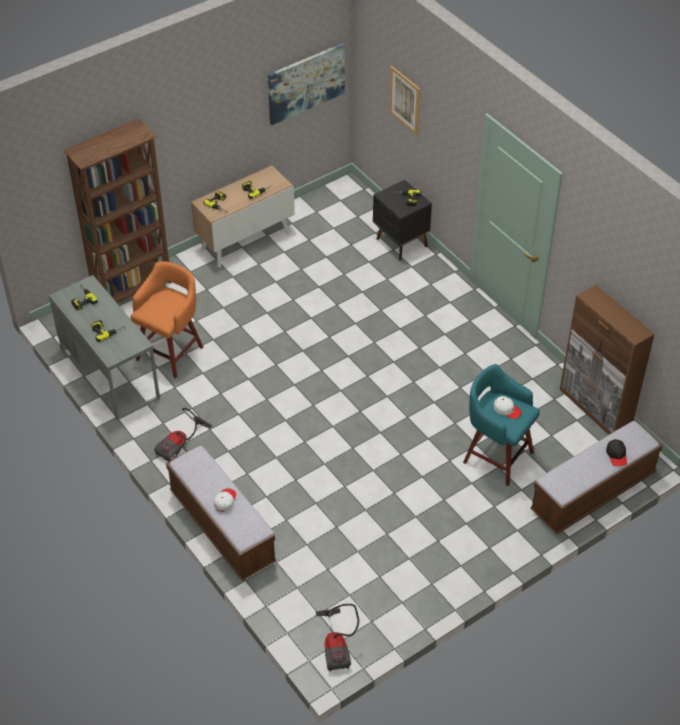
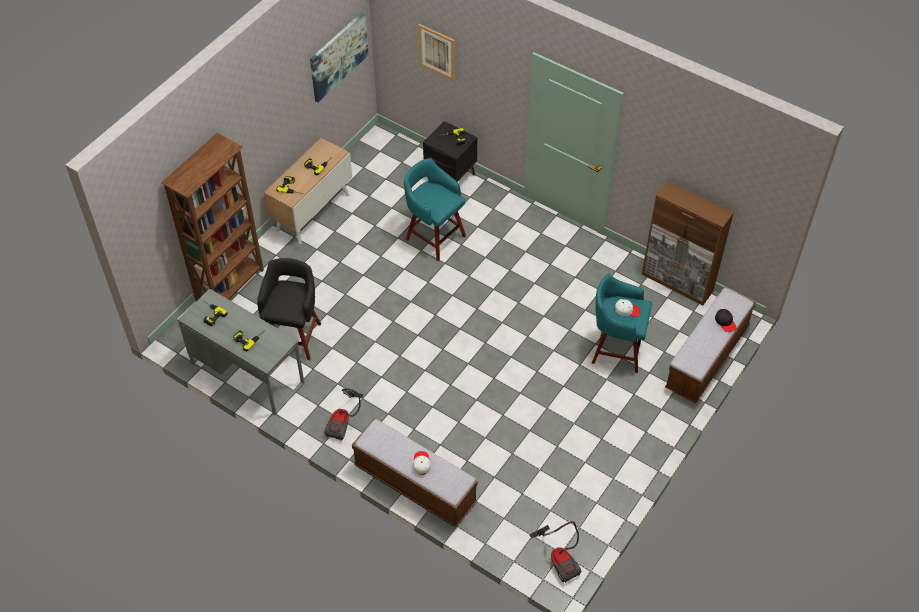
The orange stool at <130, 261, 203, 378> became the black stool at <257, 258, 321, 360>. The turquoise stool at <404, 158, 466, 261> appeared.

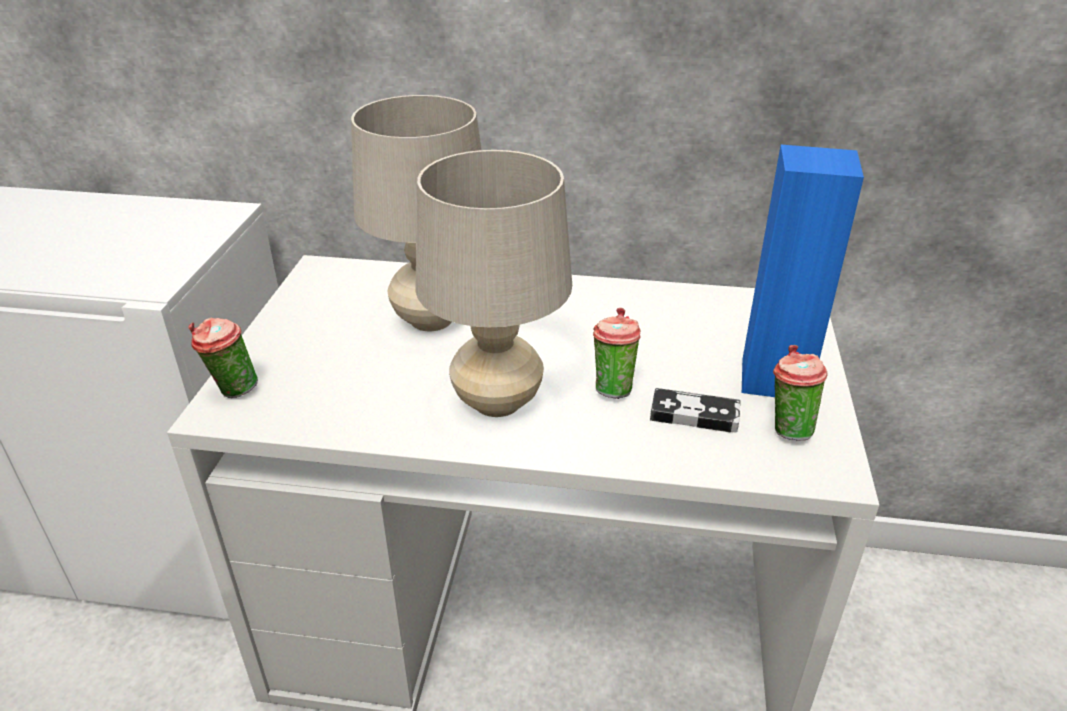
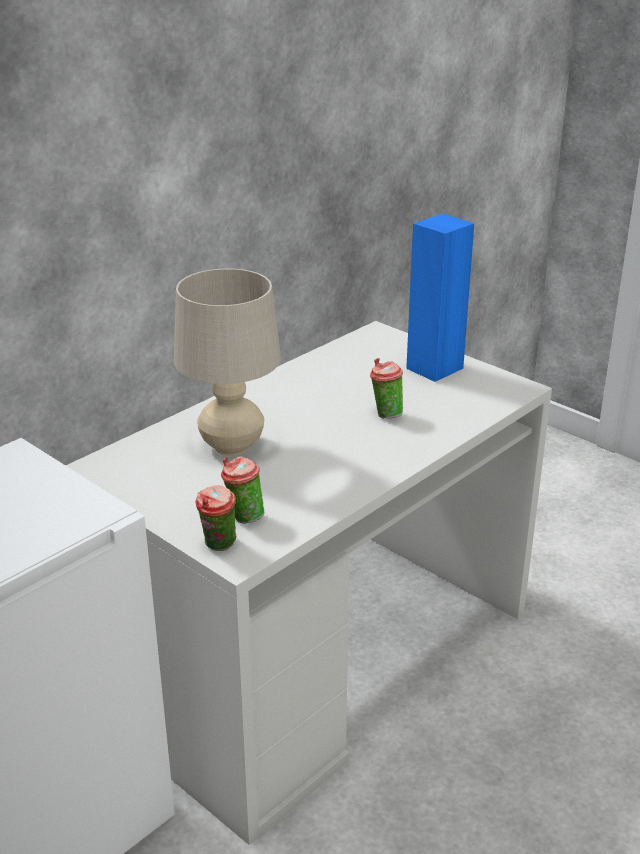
The cup moved from <773, 345, 827, 441> to <221, 456, 264, 524>. The beige table lamp at <415, 150, 572, 417> disappeared. The game controller at <650, 388, 741, 433> disappeared.

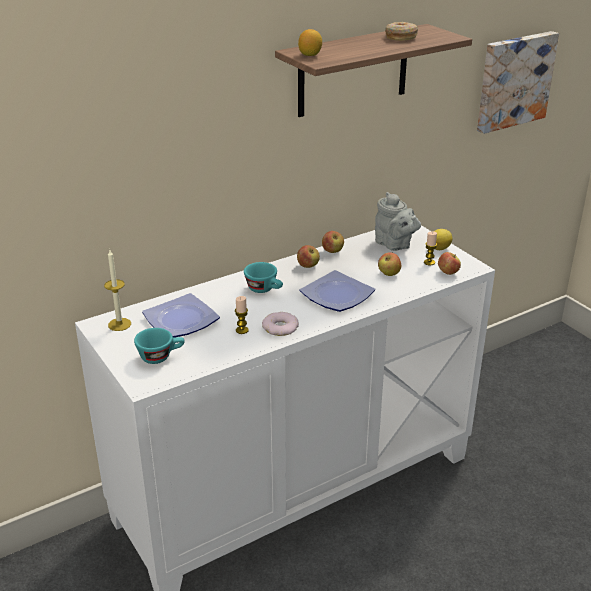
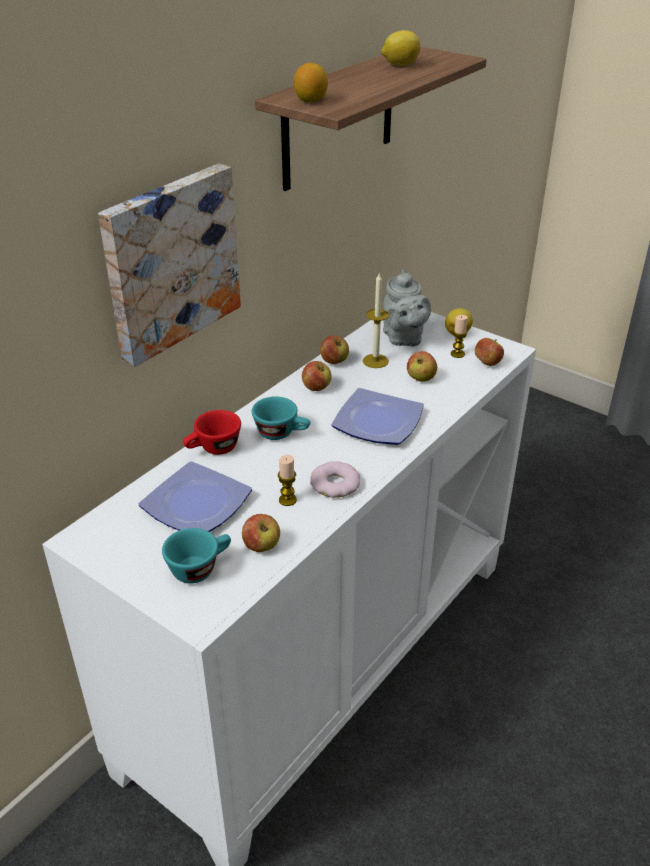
The picture moved from <477, 31, 559, 134> to <98, 164, 241, 367>. The red cup at <183, 410, 241, 455> appeared. The apple at <242, 514, 280, 552> appeared. The candle moved from <104, 250, 131, 331> to <363, 272, 389, 368>. The donut at <385, 22, 418, 41> was replaced by the lemon at <381, 30, 420, 66>. The grey teapot at <375, 192, 421, 251> turned 45 degrees clockwise.

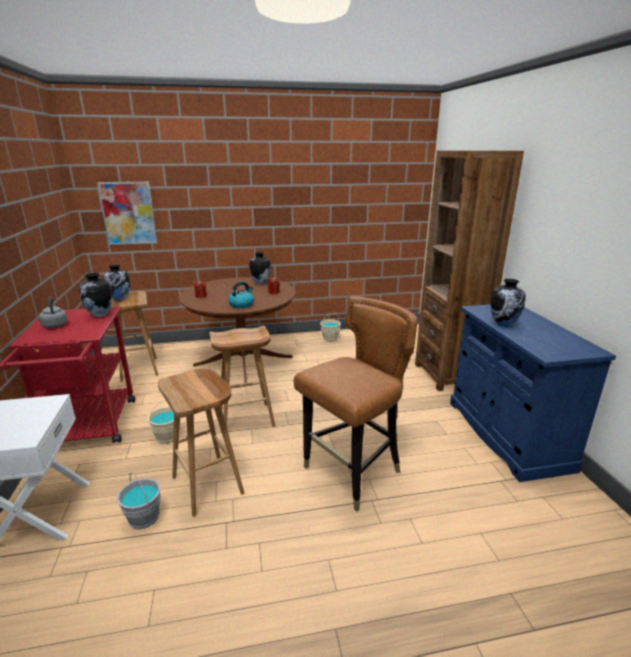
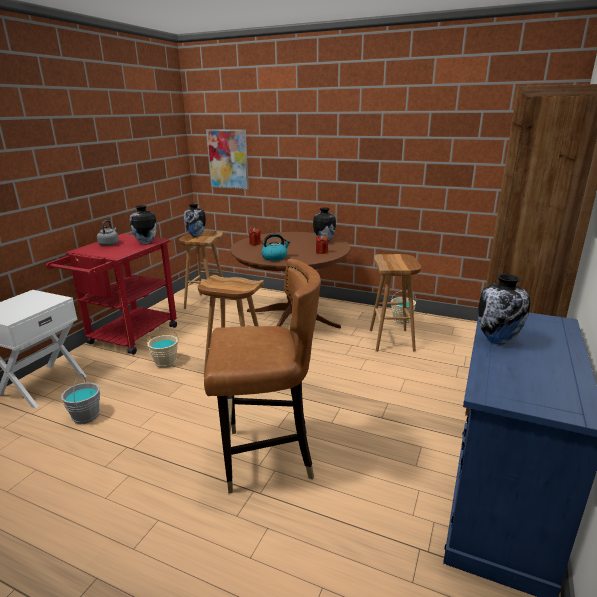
The brown stool moved from <158, 369, 244, 517> to <370, 254, 421, 352>.

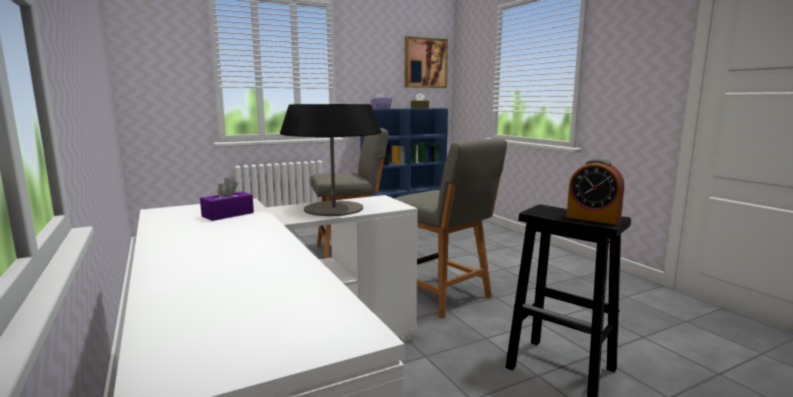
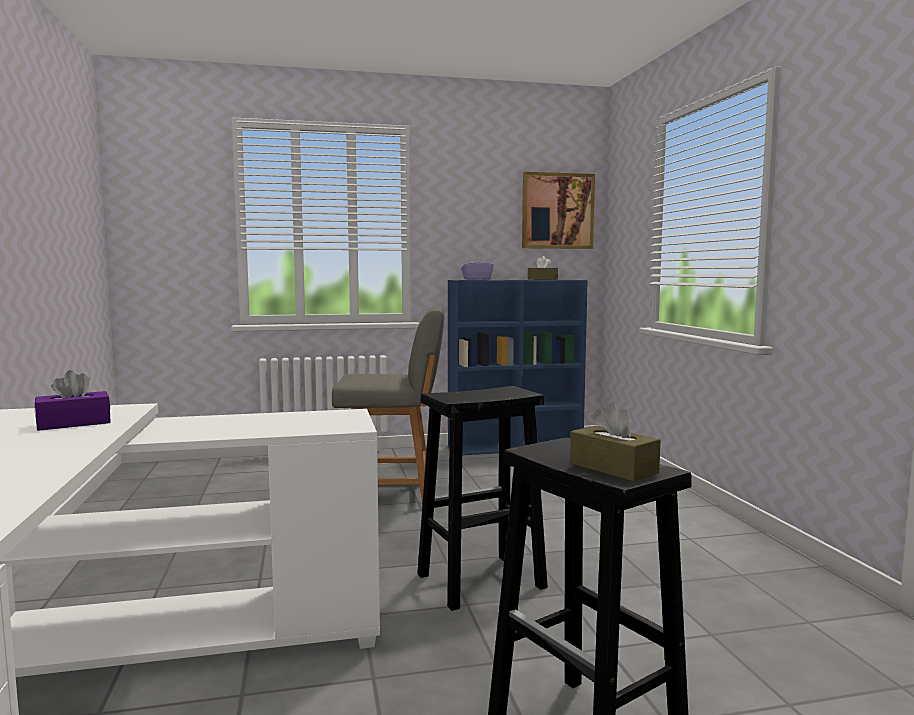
The grey chair at <394, 138, 507, 319> was replaced by the black stool at <417, 386, 548, 611>. The alarm clock at <566, 159, 624, 225> was replaced by the brown tissue box at <570, 402, 661, 482>. The table lamp at <280, 104, 382, 216> disappeared.

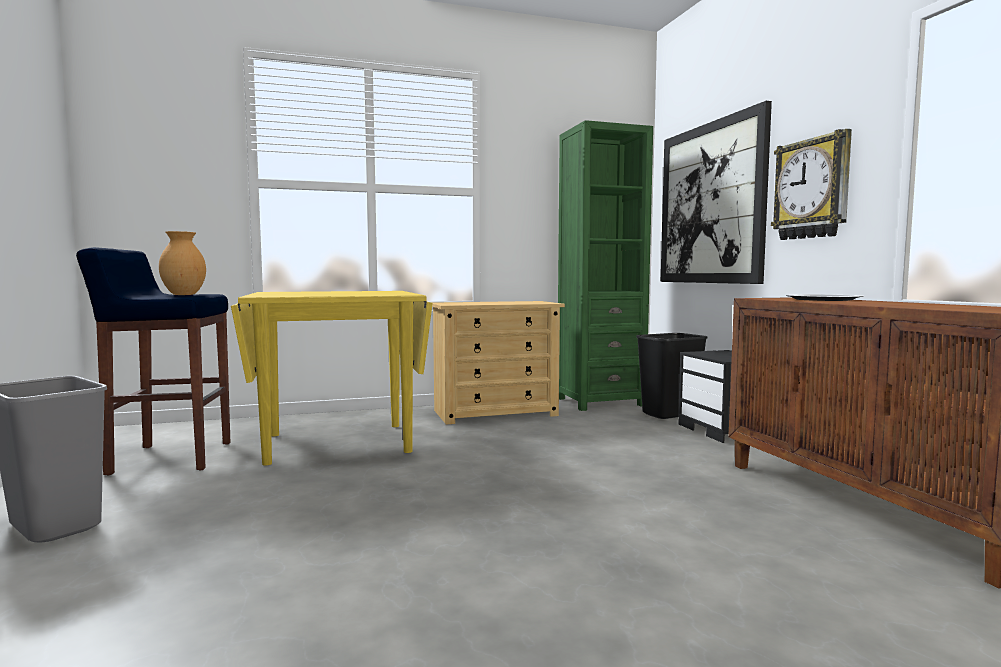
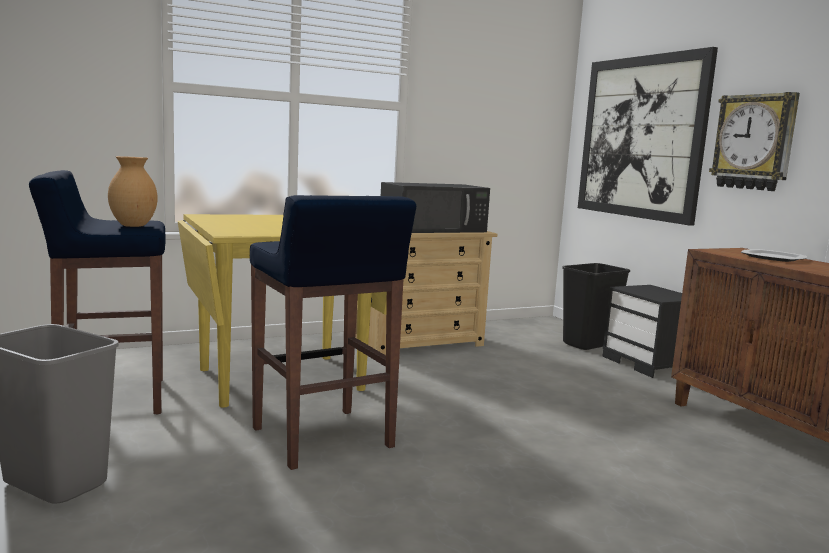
The blue stool at <250, 195, 416, 470> appeared. The black microwave at <381, 182, 490, 233> appeared. The green bookcase at <558, 120, 653, 411> disappeared.

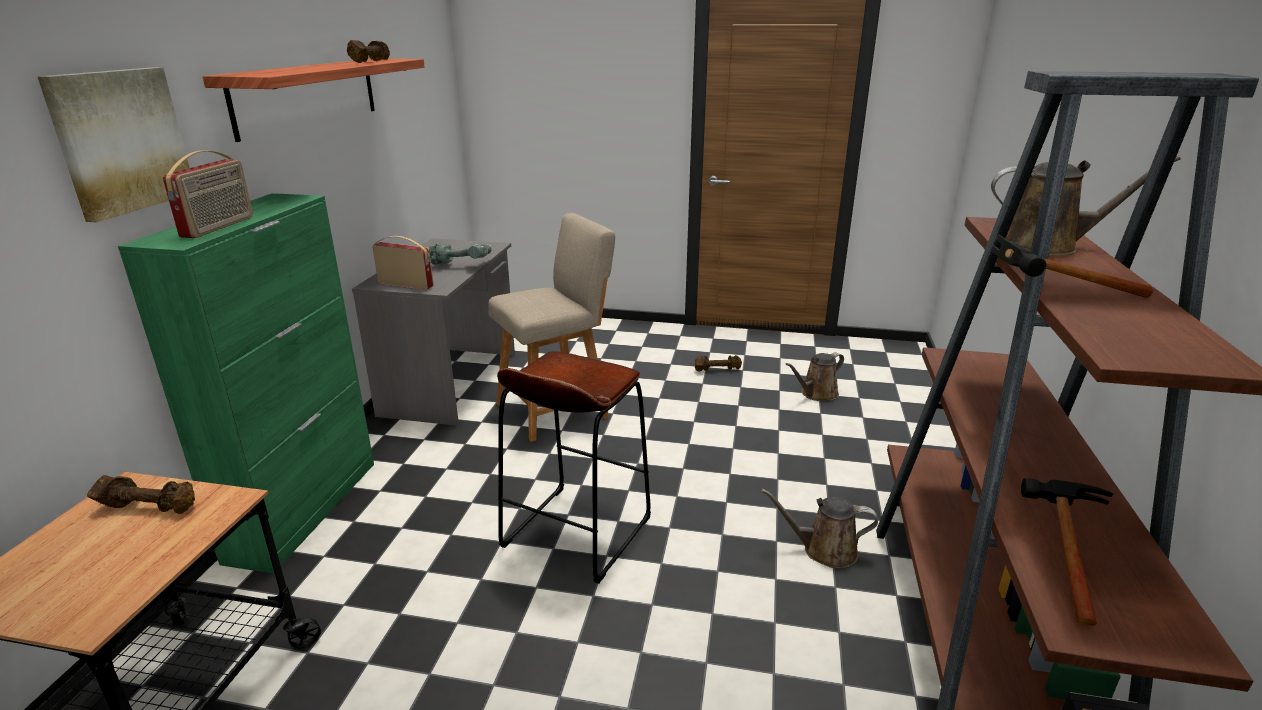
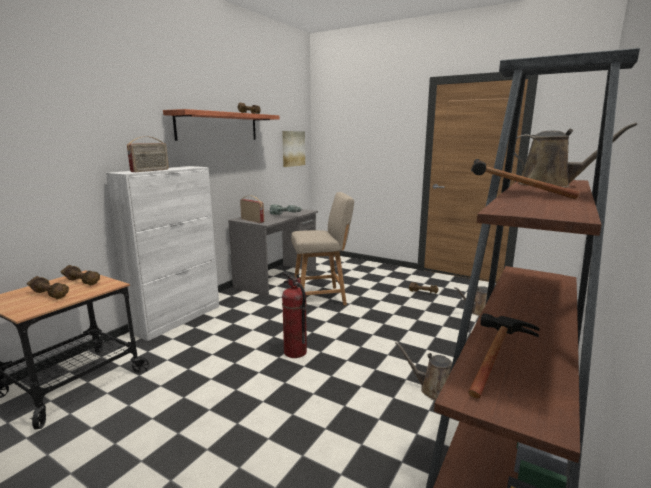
The brown dumbbell at <27, 276, 69, 299> appeared. The green cabinet at <118, 193, 374, 574> became the white cabinet at <106, 166, 219, 341>. The picture moved from <38, 67, 189, 222> to <282, 131, 305, 167>. The brown stool at <497, 351, 651, 584> was replaced by the fire extinguisher at <282, 272, 307, 358>.

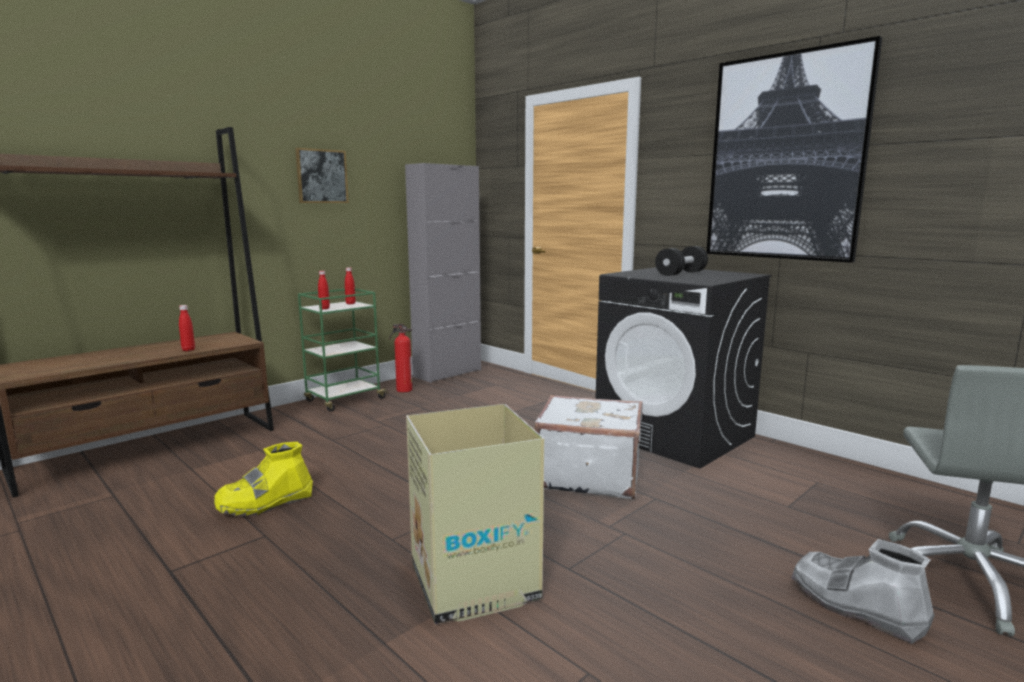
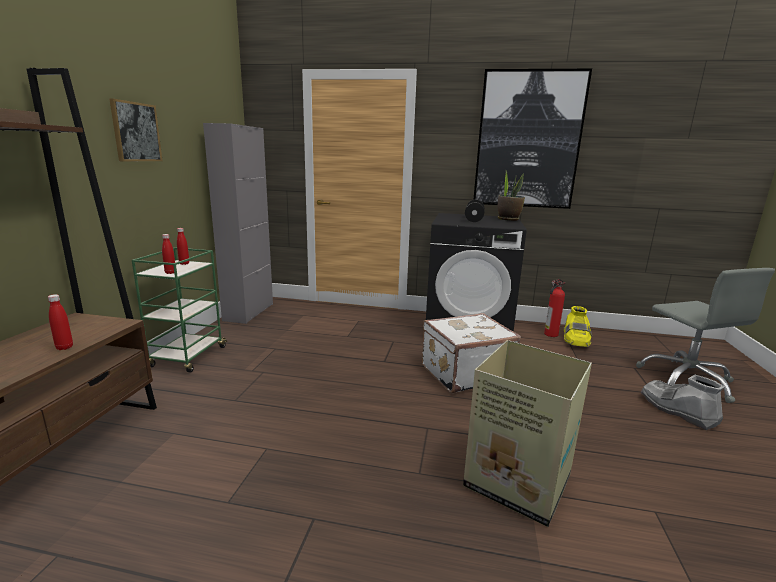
The potted plant at <498, 169, 525, 221> appeared. The fire extinguisher moved from <389, 324, 412, 392> to <544, 279, 566, 337>. The yellow boot moved from <214, 442, 313, 516> to <564, 306, 592, 347>. The grey boot at <791, 539, 935, 644> turned 45 degrees clockwise.

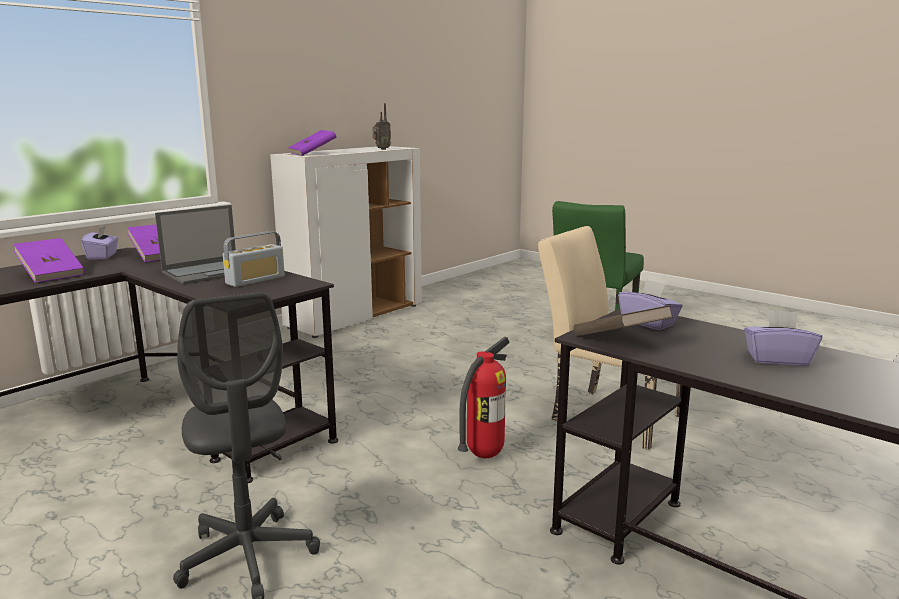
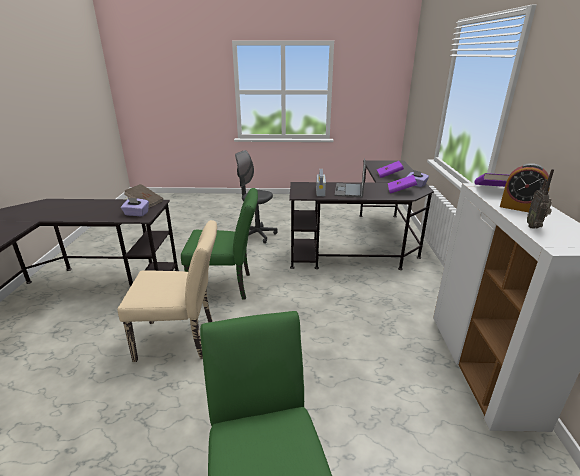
The fire extinguisher at <458, 337, 510, 458> was replaced by the green chair at <181, 188, 258, 300>. The alarm clock at <500, 163, 550, 212> appeared. The purple tissue box at <744, 310, 822, 366> disappeared.

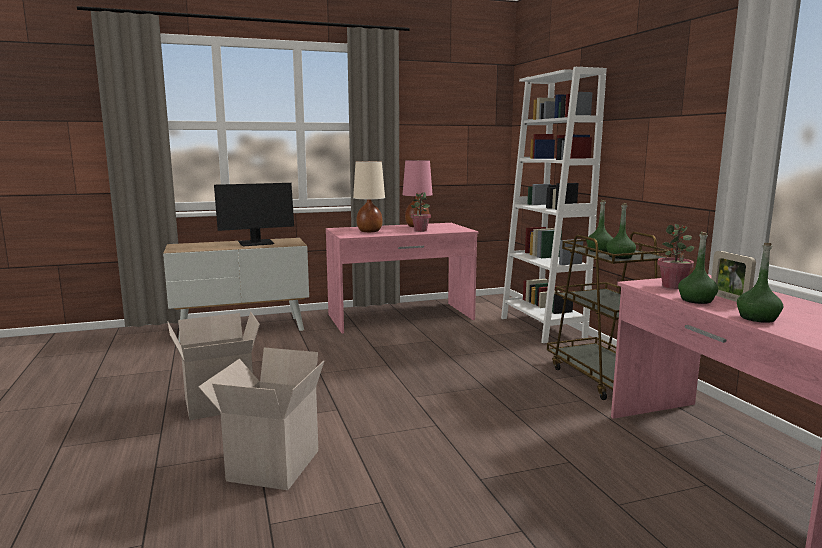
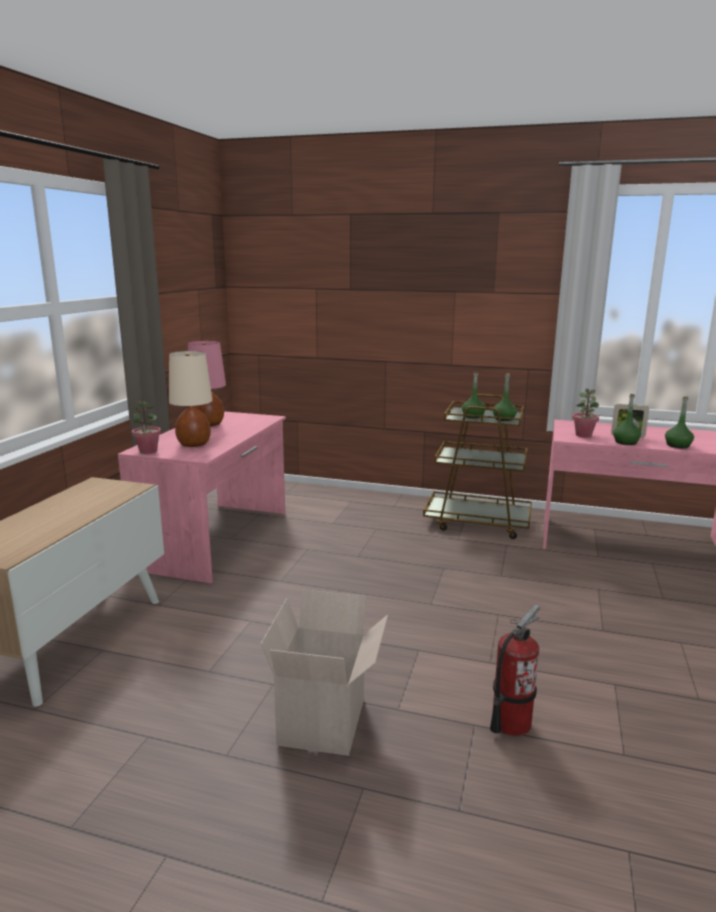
The potted plant moved from <411, 192, 431, 232> to <132, 398, 161, 454>. The cardboard box at <198, 348, 325, 490> was replaced by the fire extinguisher at <490, 605, 540, 736>. The monitor at <214, 183, 294, 246> disappeared. The white bookcase at <501, 67, 607, 343> disappeared.

